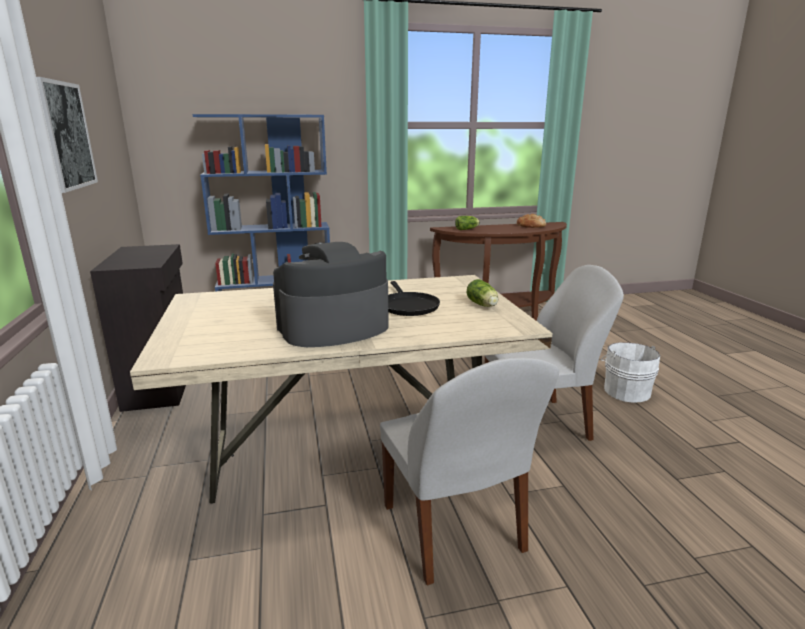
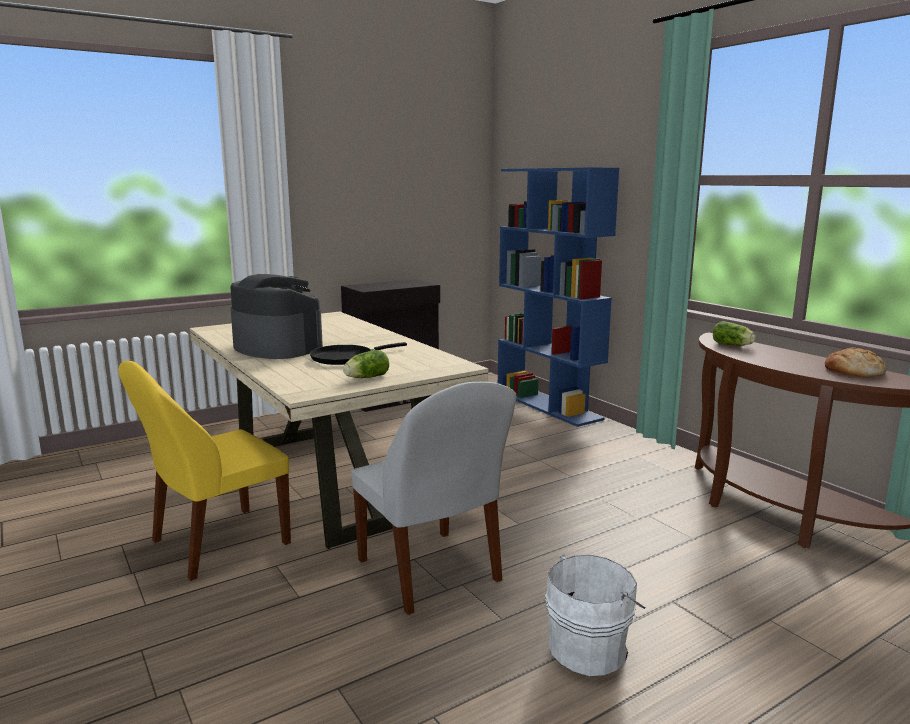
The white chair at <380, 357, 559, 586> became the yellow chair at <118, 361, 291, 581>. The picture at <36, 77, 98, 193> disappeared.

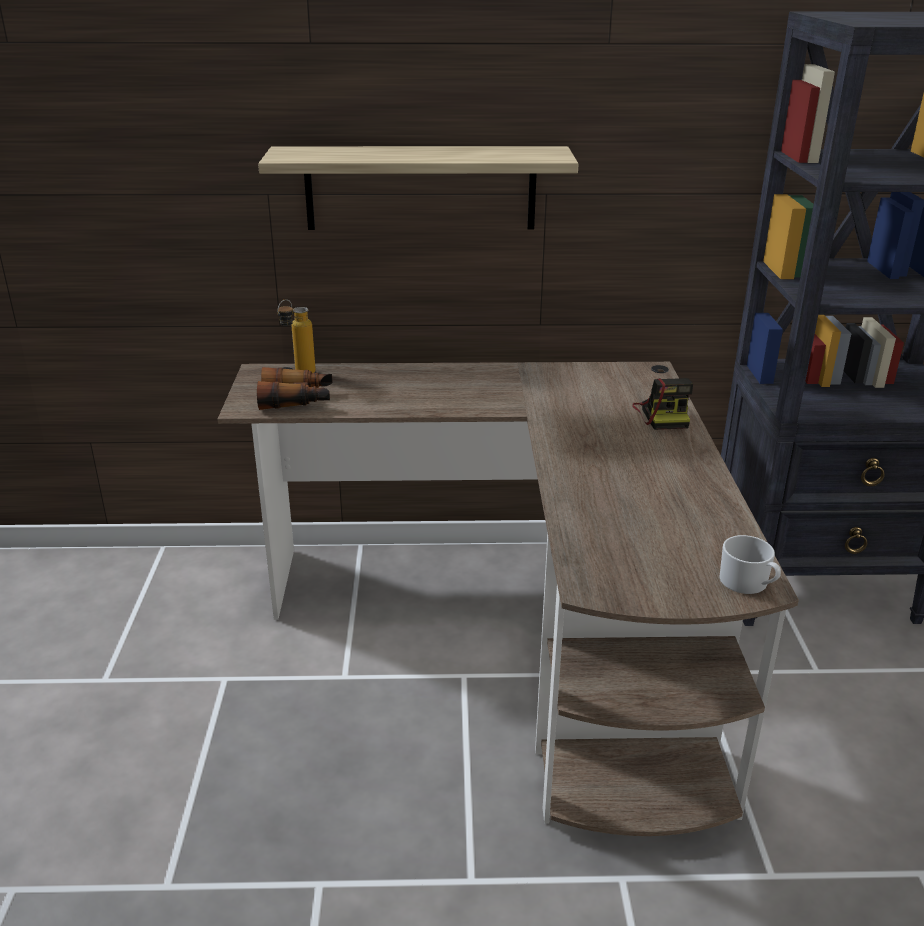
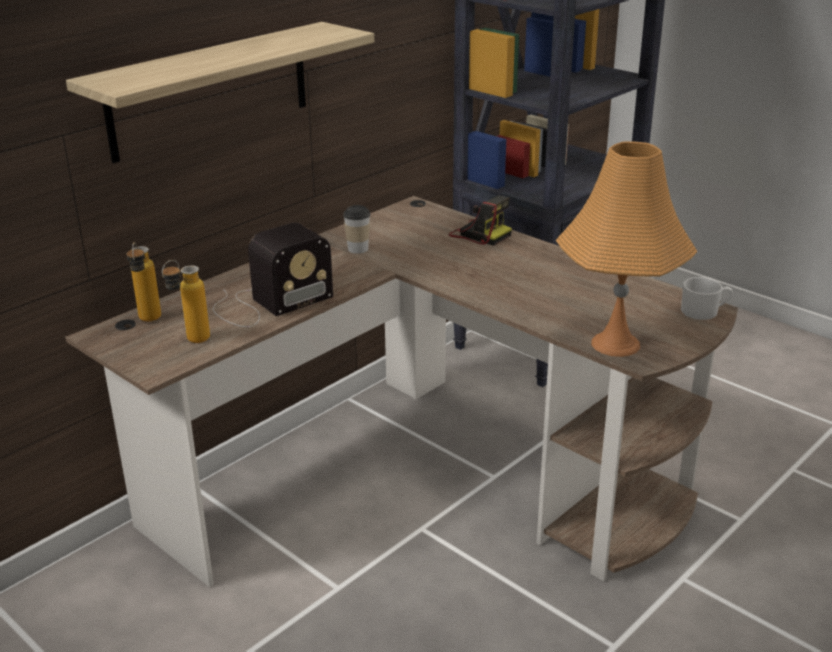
The binoculars at <257, 367, 332, 410> was replaced by the bottle at <162, 260, 210, 343>. The radio at <213, 223, 333, 327> appeared. The cup at <343, 205, 371, 254> appeared. The orange table lamp at <556, 141, 698, 357> appeared.

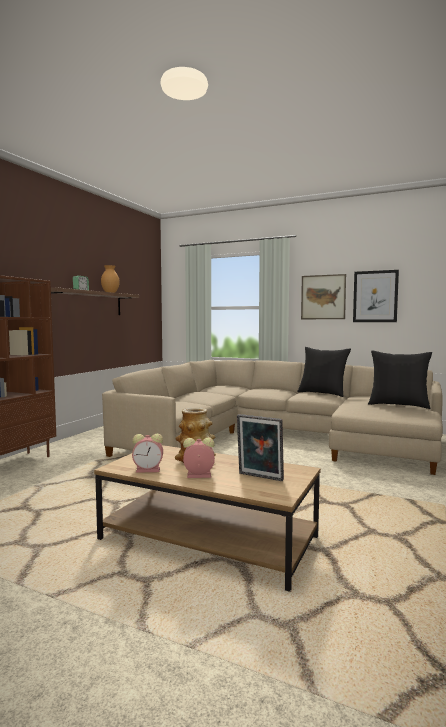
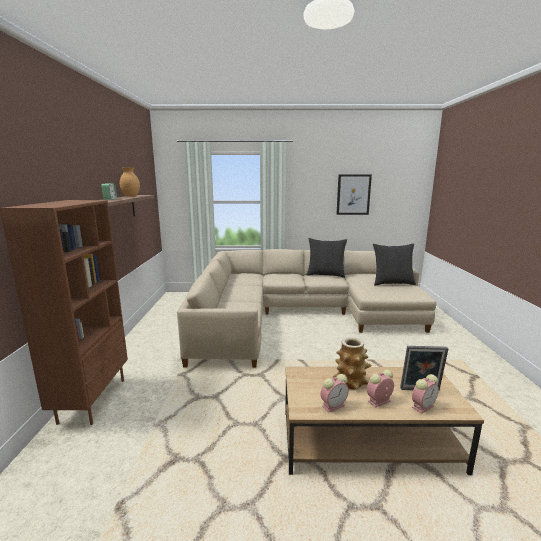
The alarm clock at <412, 374, 439, 414> appeared. The picture at <301, 274, 346, 319> disappeared.

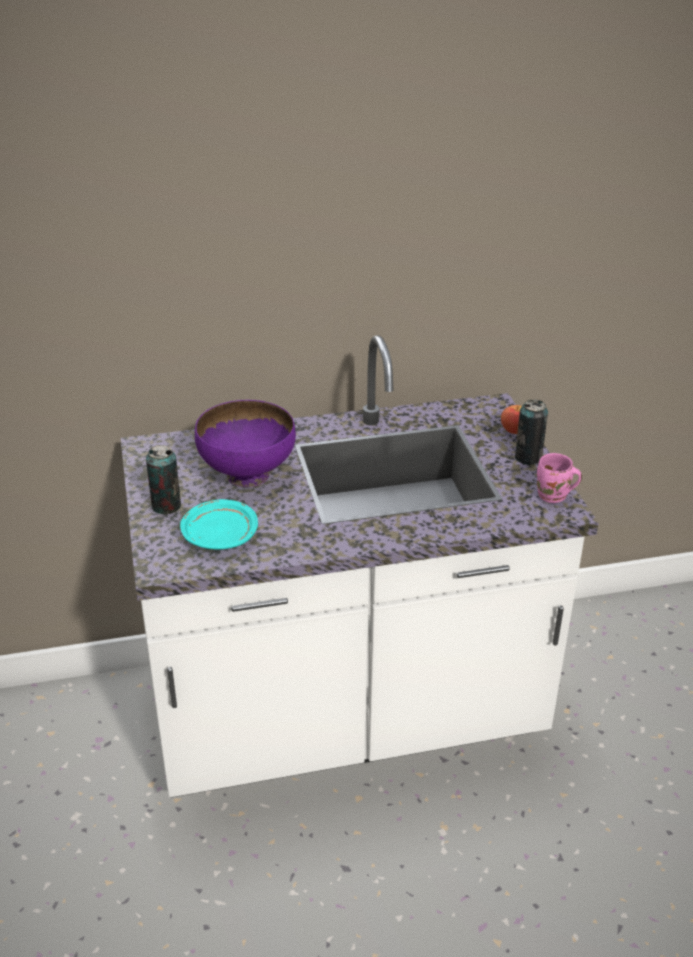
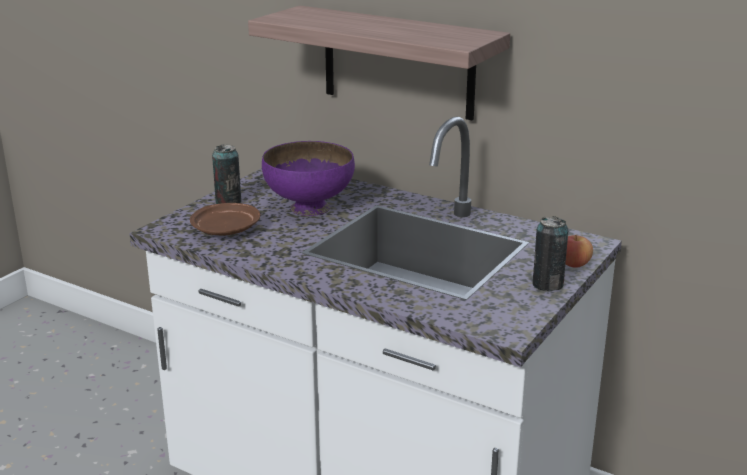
The turquoise plate at <180, 499, 258, 550> became the brown plate at <190, 203, 260, 236>. The shelf at <248, 6, 510, 120> appeared. The pink mug at <537, 453, 582, 503> disappeared.

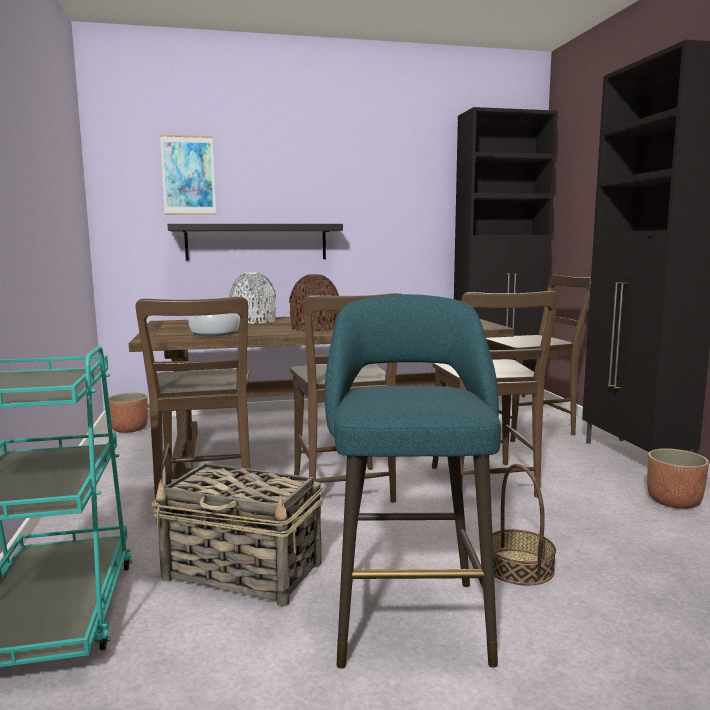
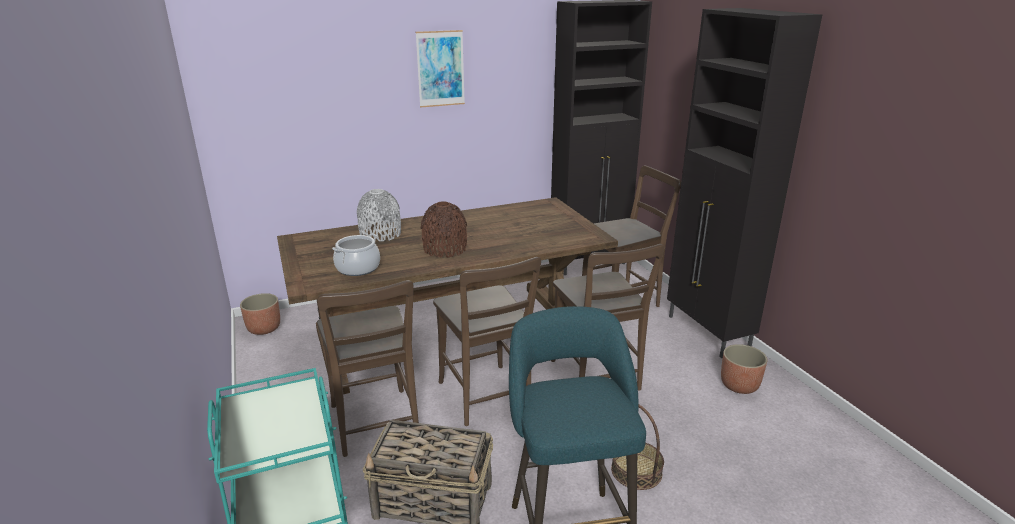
The picture moved from <160, 135, 216, 215> to <416, 30, 465, 108>. The black shelf at <168, 224, 343, 261> disappeared.

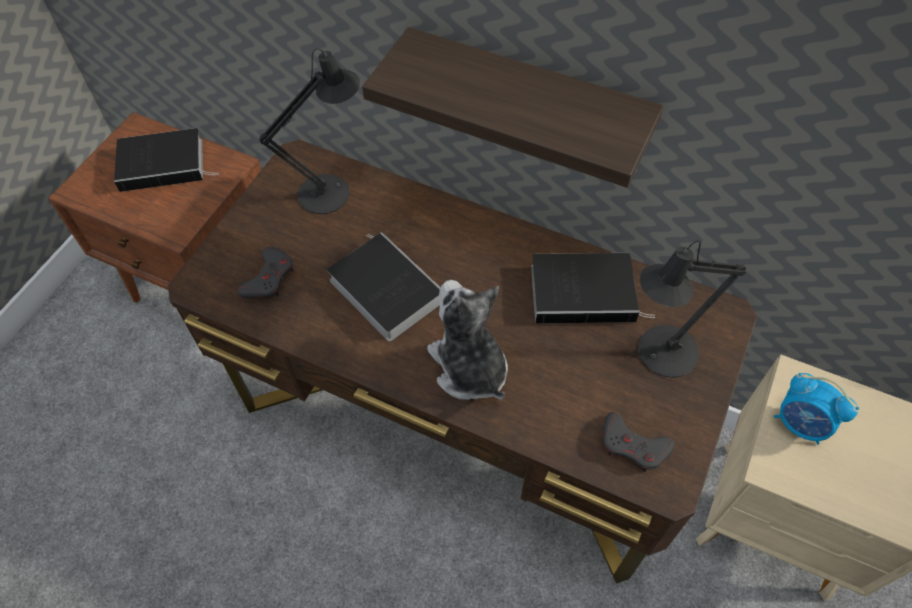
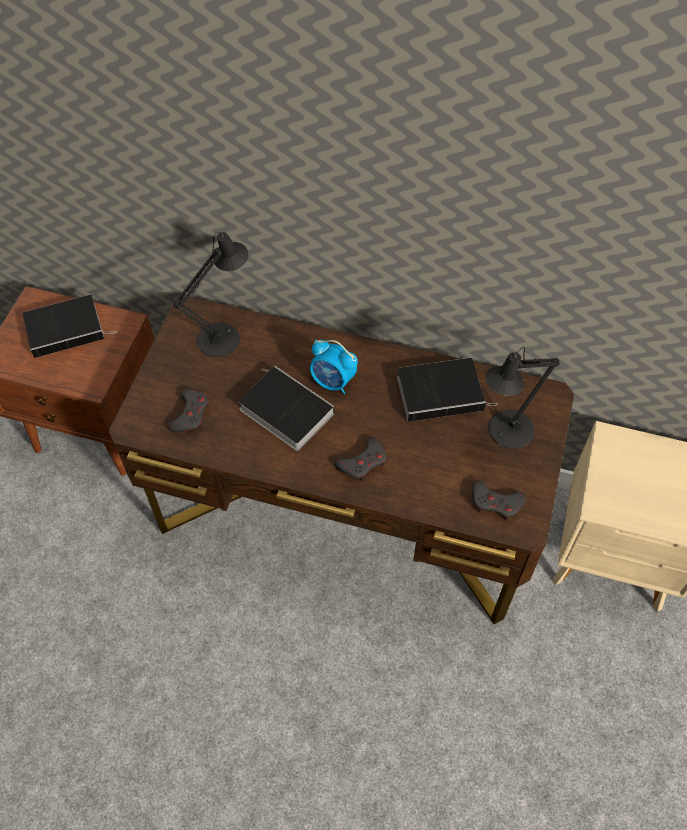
The alarm clock moved from <773, 373, 859, 445> to <310, 340, 358, 394>. The plush toy at <427, 280, 508, 400> was replaced by the grey game controller at <334, 437, 387, 480>. The shelf at <362, 27, 664, 188> disappeared.

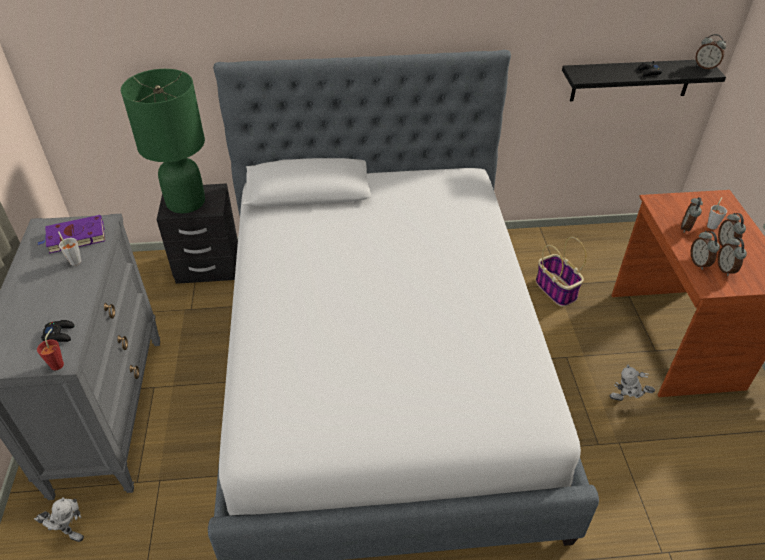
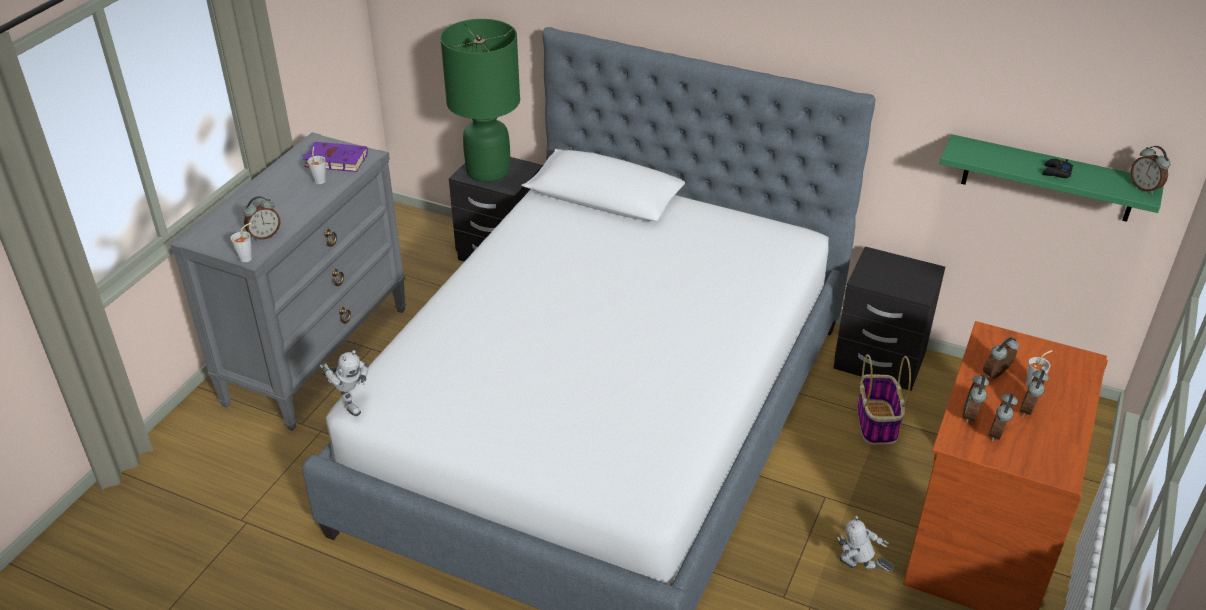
The red cup at <37, 329, 64, 370> became the grey cup at <231, 222, 252, 262>. The black game controller at <41, 320, 75, 342> was replaced by the alarm clock at <243, 196, 280, 241>. The toy robot moved from <34, 497, 84, 542> to <320, 350, 369, 416>. The black nightstand at <833, 246, 945, 391> appeared. The black shelf at <562, 60, 726, 101> became the green shelf at <940, 134, 1164, 222>.

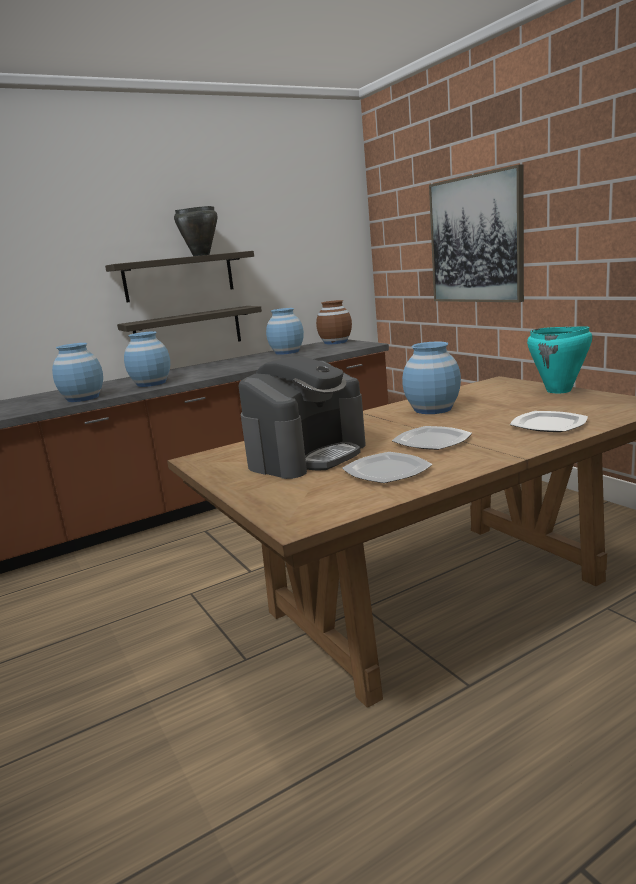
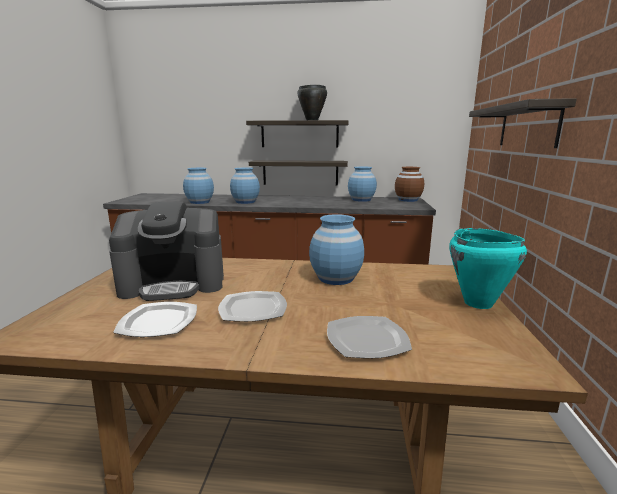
The picture at <429, 165, 524, 302> was replaced by the shelf at <469, 98, 577, 148>.

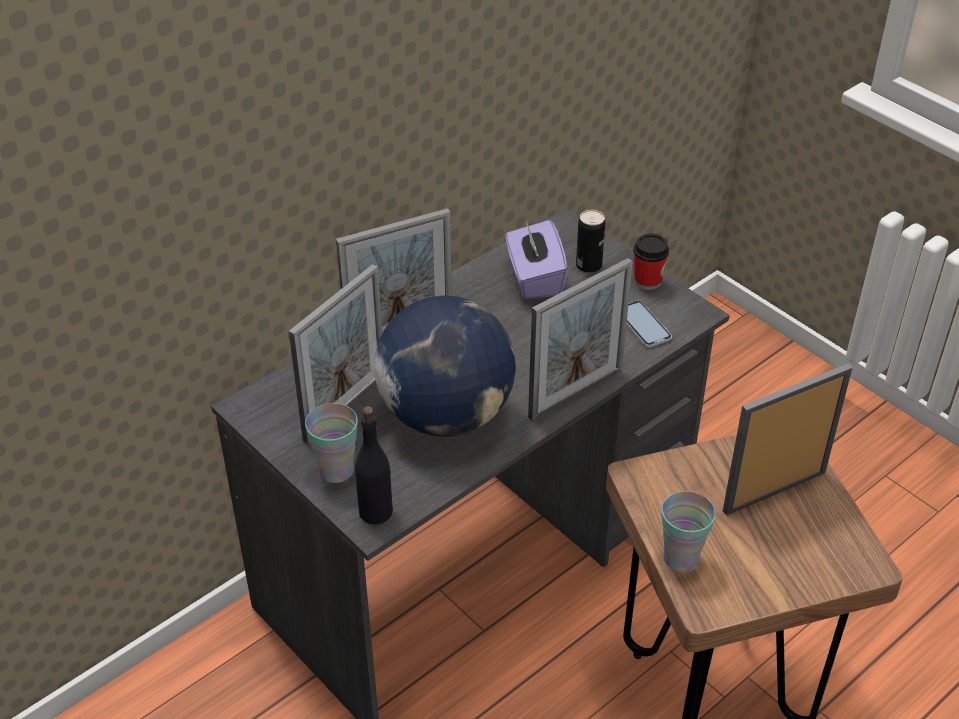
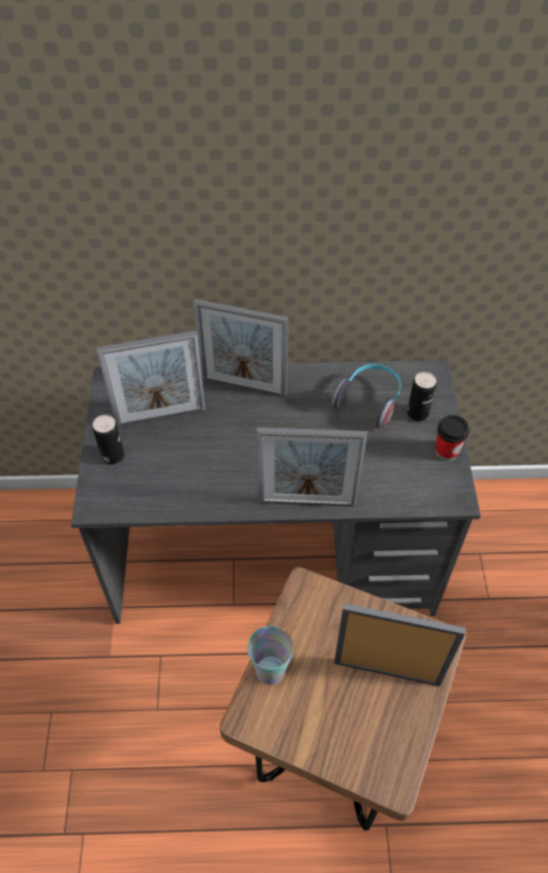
The cup at <305, 403, 358, 483> was replaced by the can at <93, 415, 124, 464>. The purple tissue box at <505, 220, 568, 299> was replaced by the headphones at <332, 364, 401, 428>. The black bottle at <355, 406, 393, 525> disappeared. The globe at <374, 296, 516, 437> disappeared. The phone at <626, 300, 672, 347> disappeared.

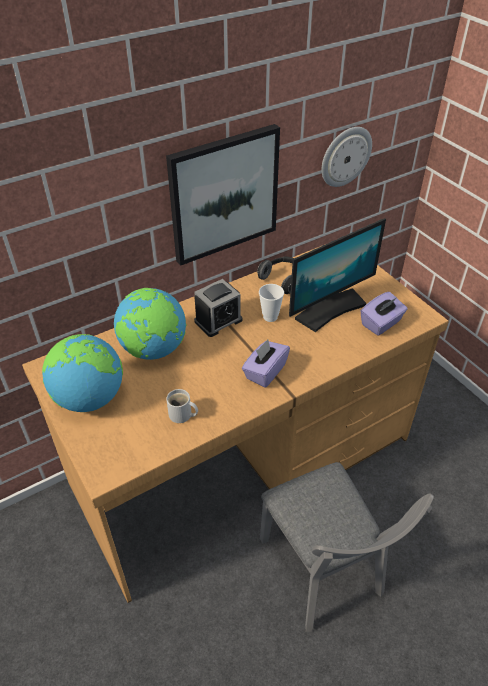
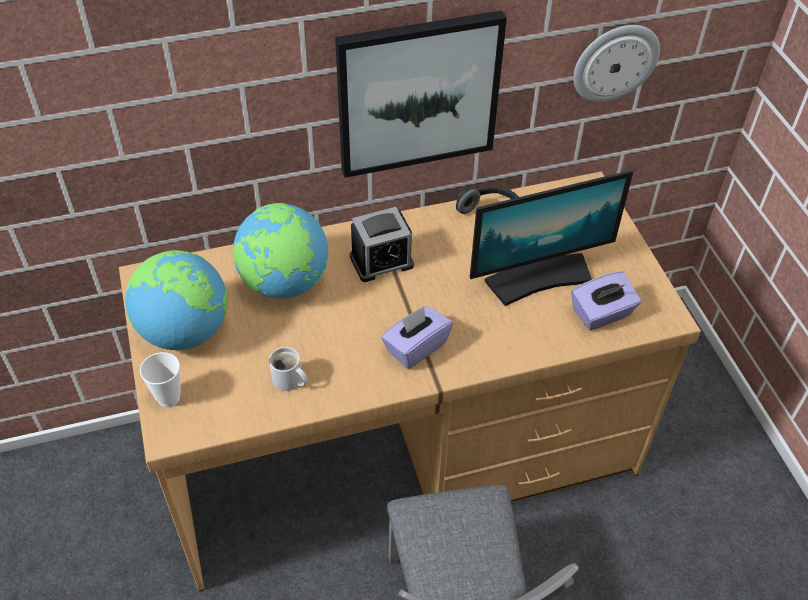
The cup moved from <259, 284, 284, 322> to <140, 352, 181, 407>.

